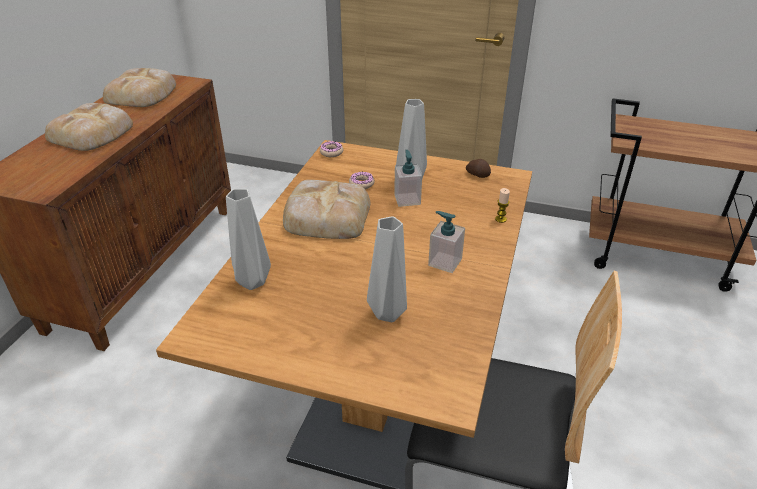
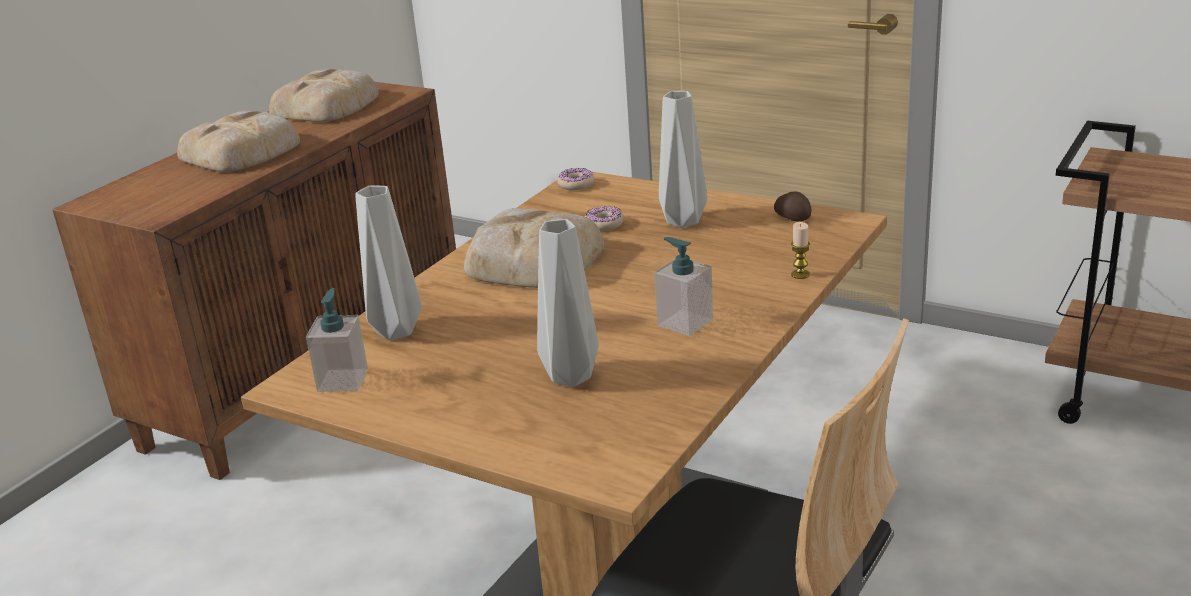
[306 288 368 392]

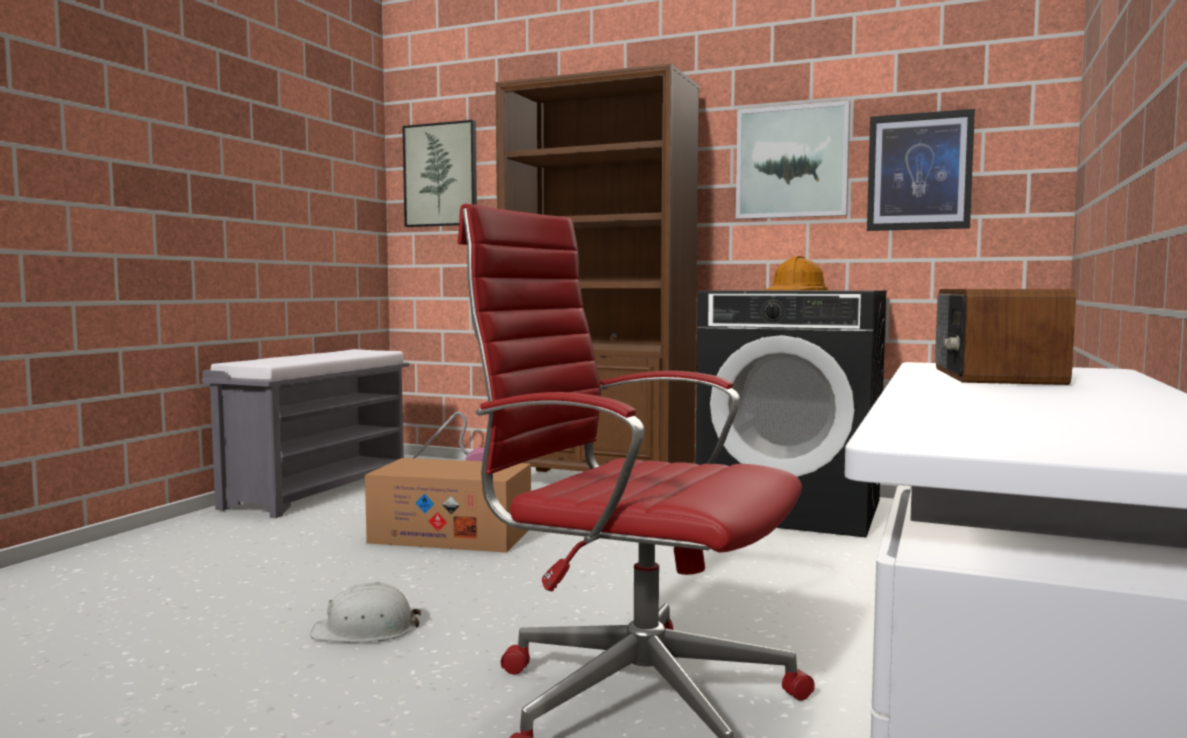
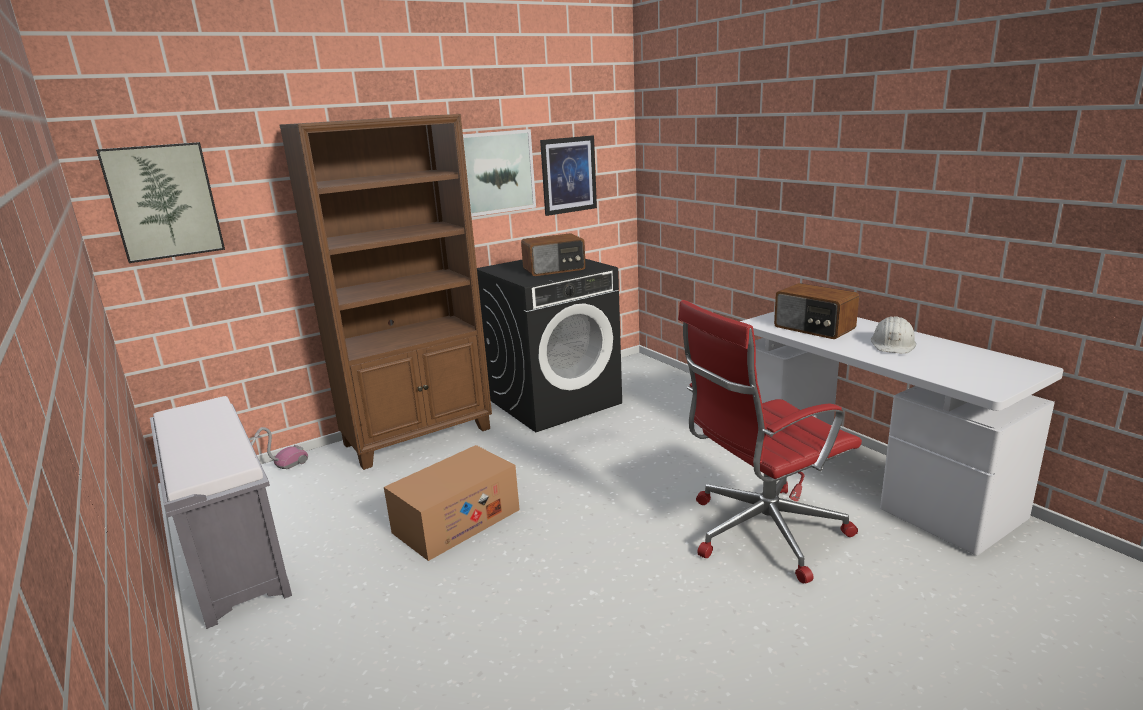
[871 316 916 354]
[521 233 586 276]

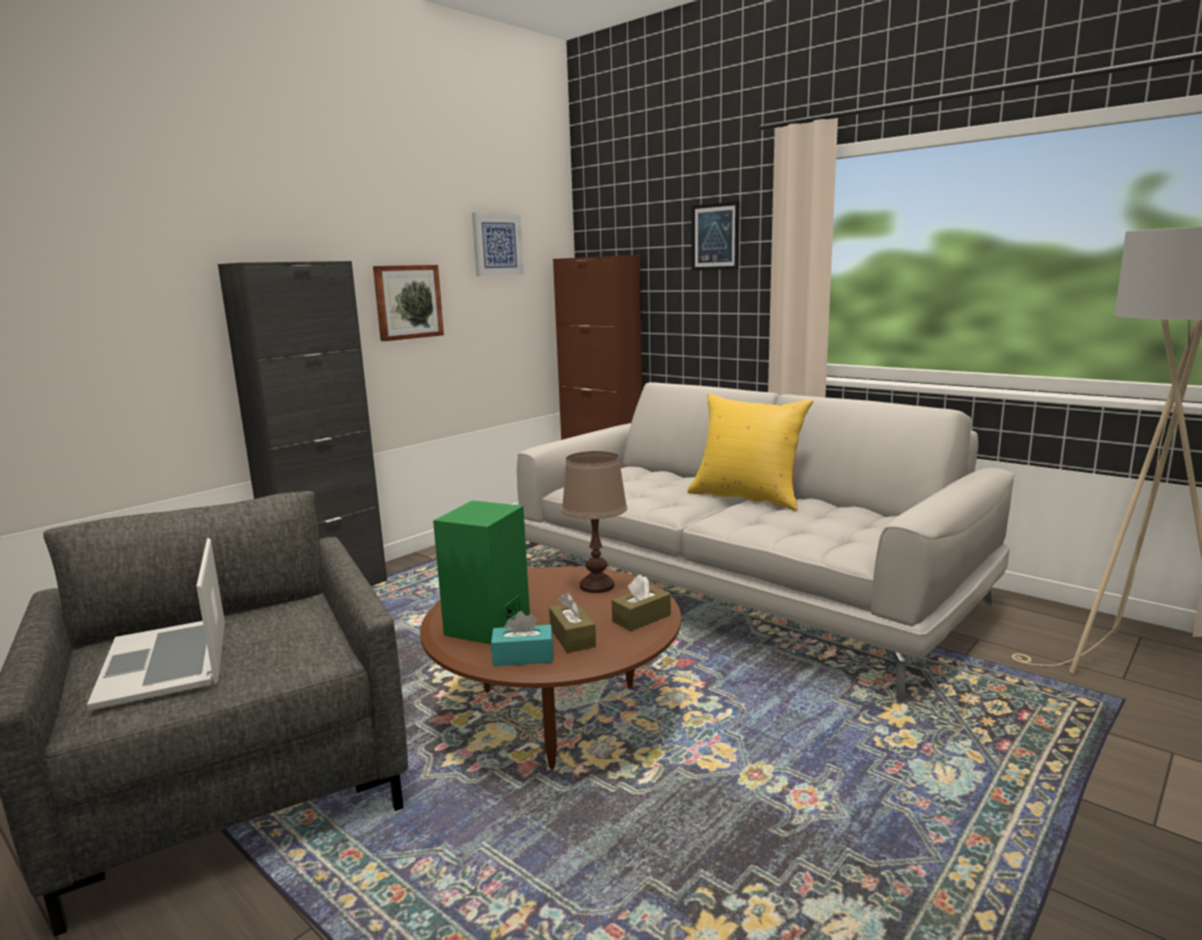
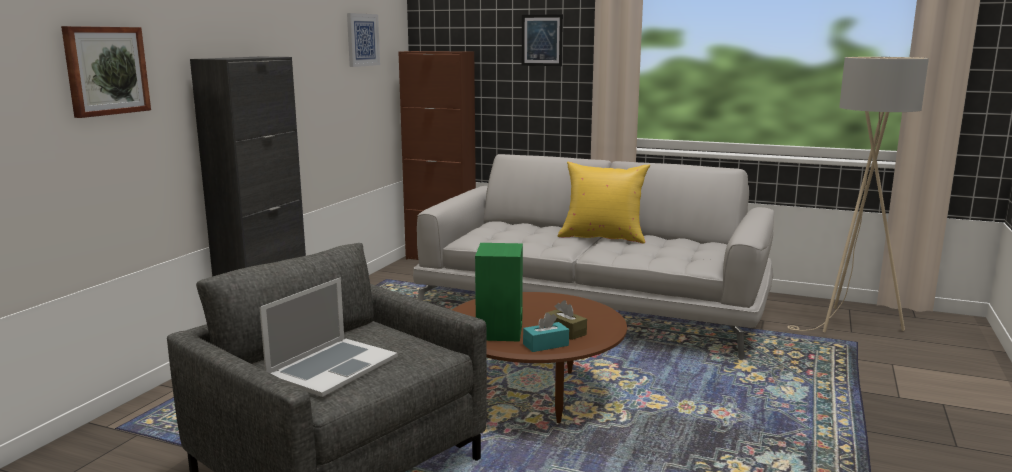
[562 451 627 593] (first image)
[612 574 671 631] (first image)
[61 26 151 118]
[259 277 398 397]

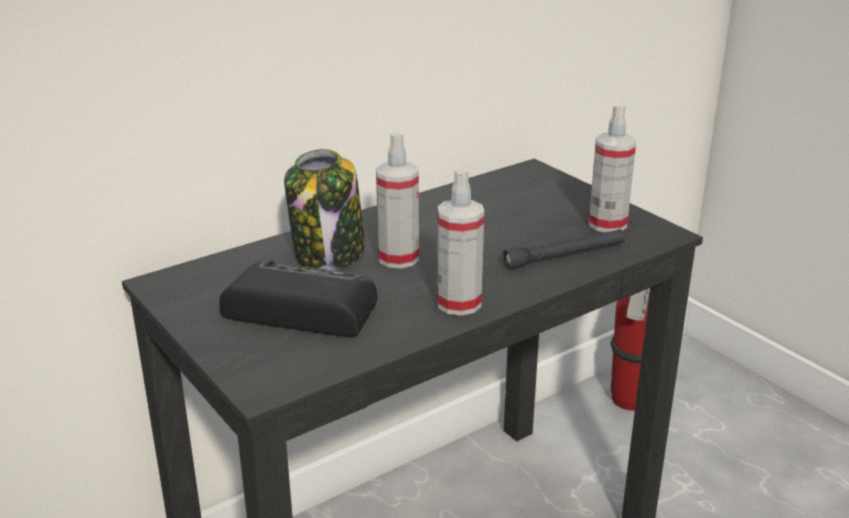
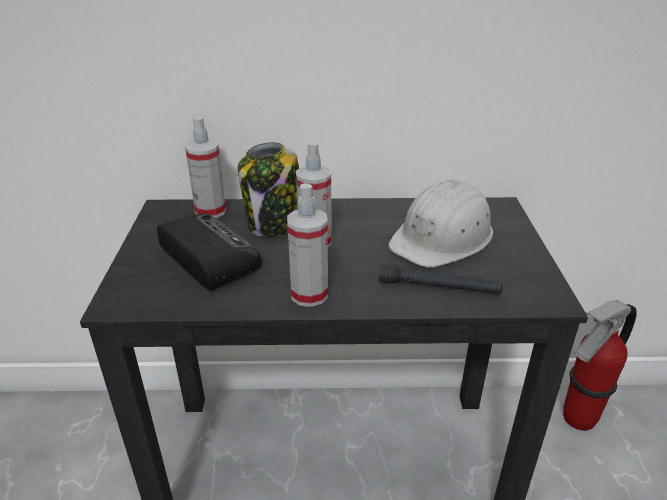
[388 179 493 268]
[185 117 226 218]

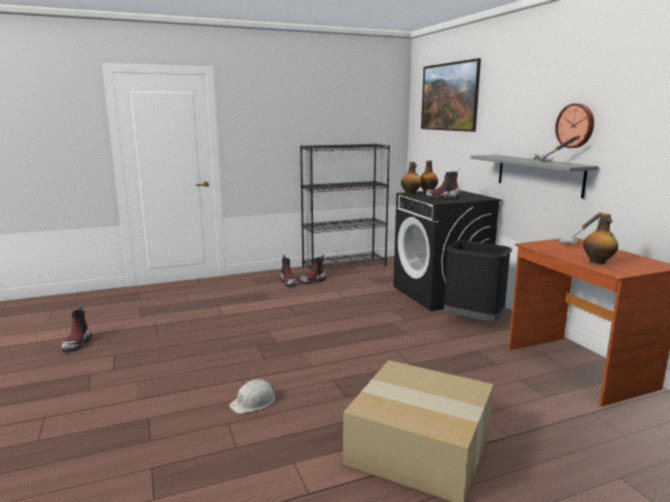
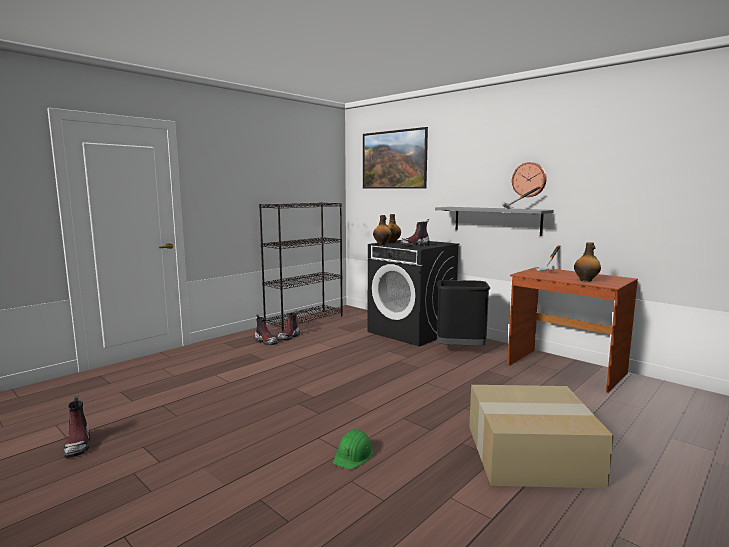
[334 430 373 469]

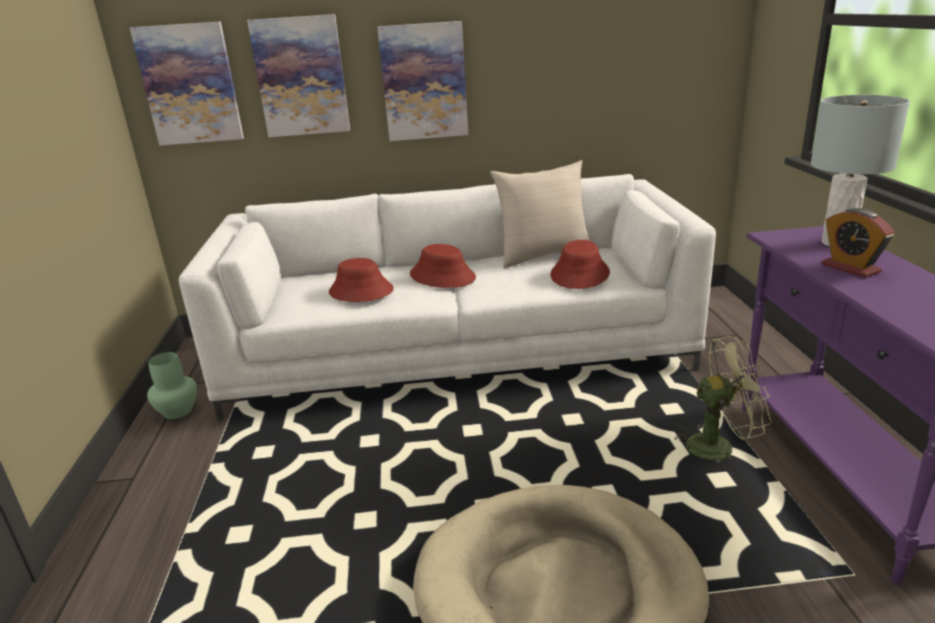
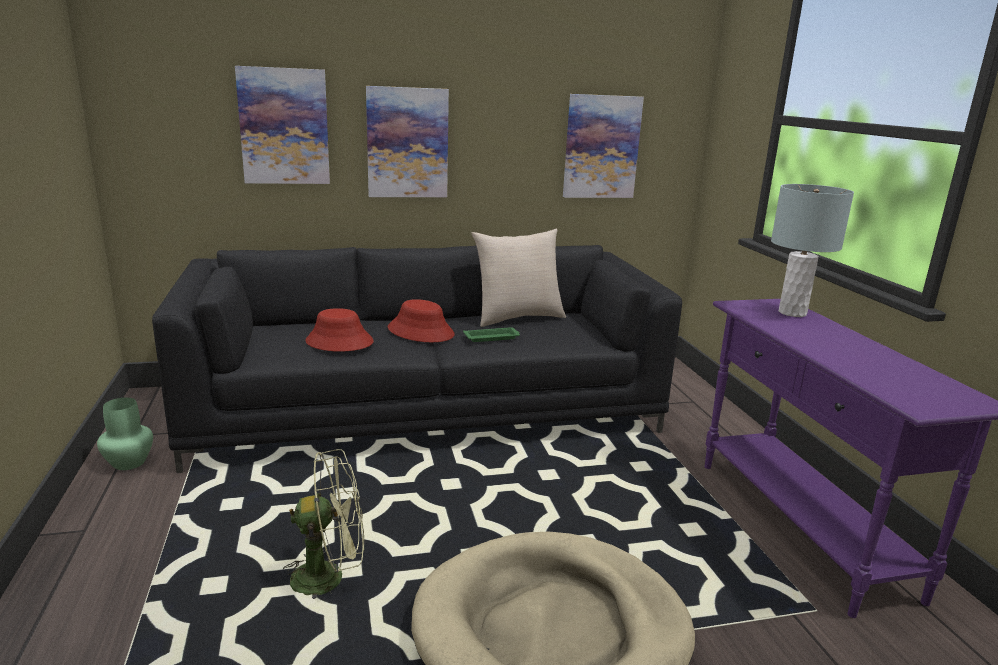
[550 240 610 289] (first image)
[822 208 895 278] (first image)
[463 327 520 342]
[563 94 644 198]
[283 449 364 599]
[152 245 682 473]

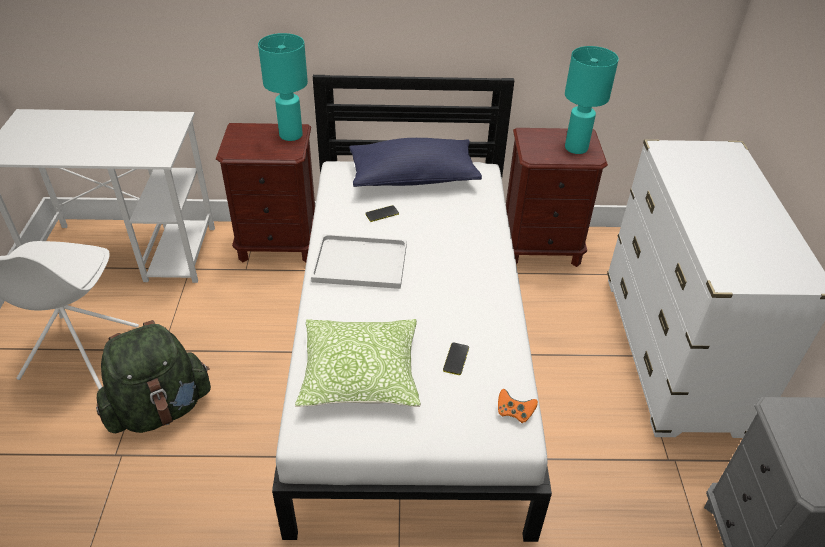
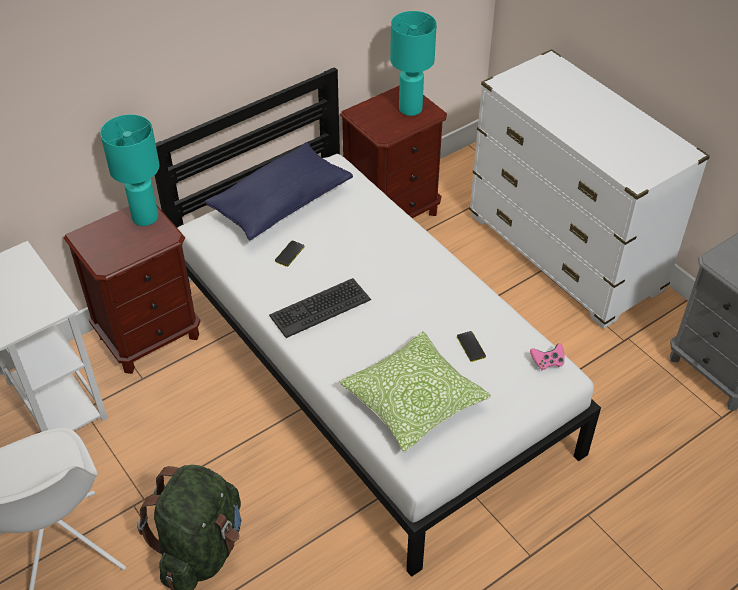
[269 278 371 338]
[530 343 565 370]

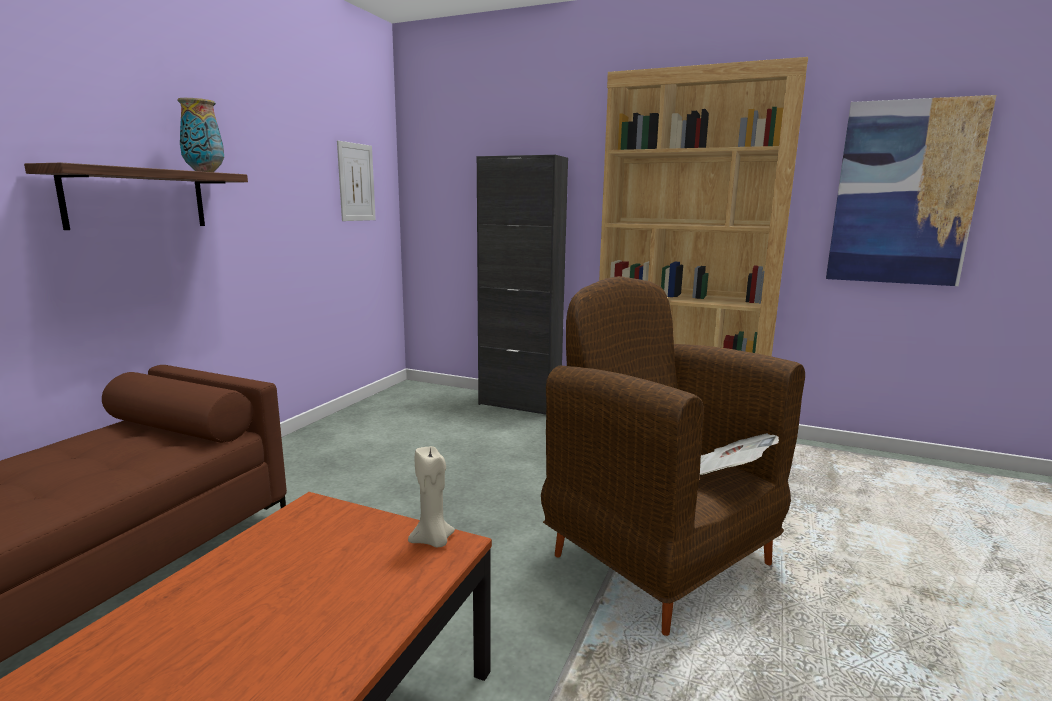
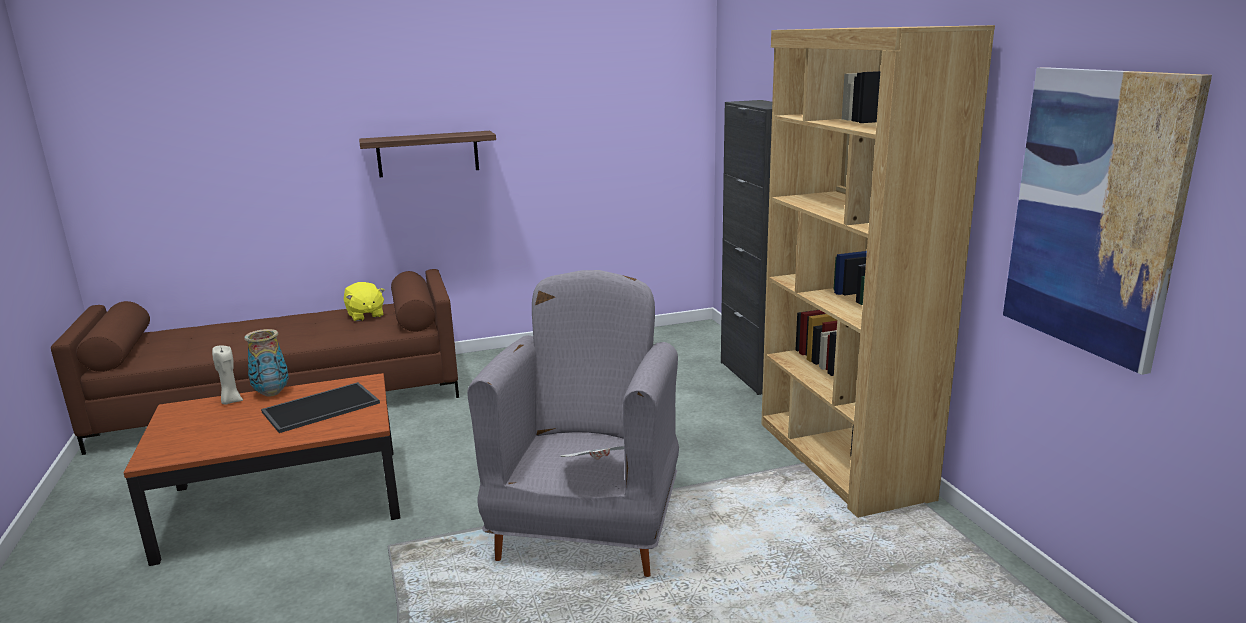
[337 141 376 221] (first image)
[261 382 380 433]
[344 282 384 321]
[244 329 289 397]
[212 345 243 405]
[467 270 679 577]

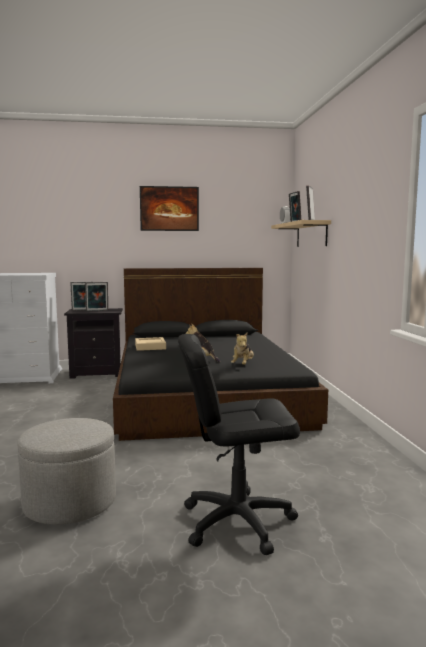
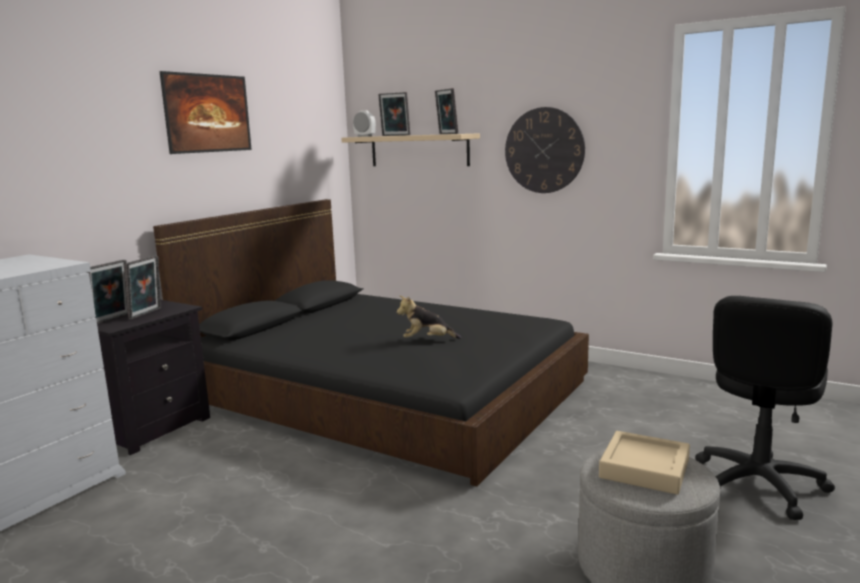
[231 332 254 365] (first image)
[505 107 585 193]
[599 431 690 495]

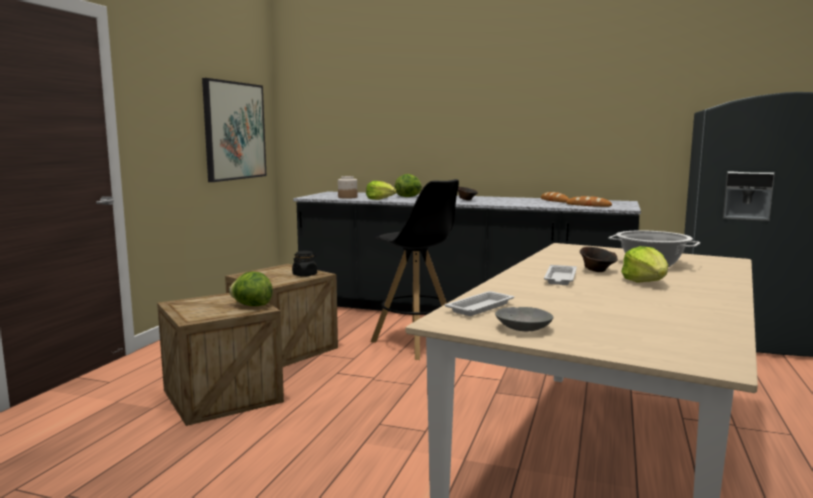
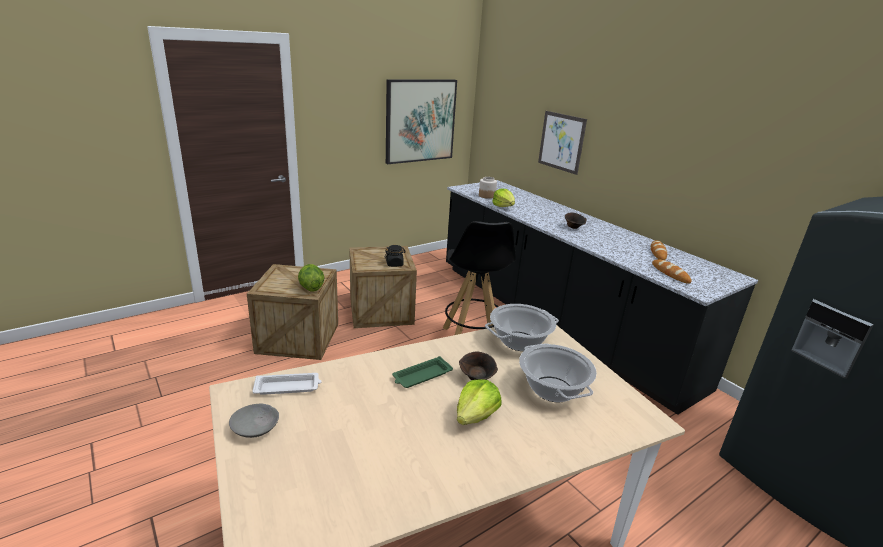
[394 174 422 197] (first image)
[485 304 559 351]
[538 111 587 175]
[392 356 453 388]

